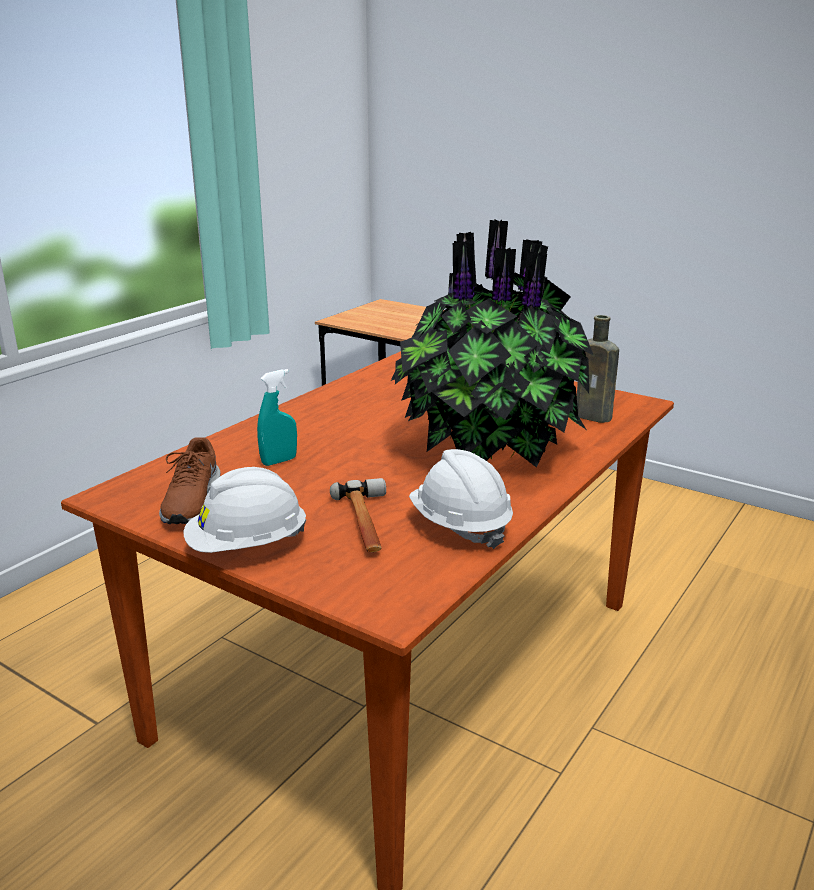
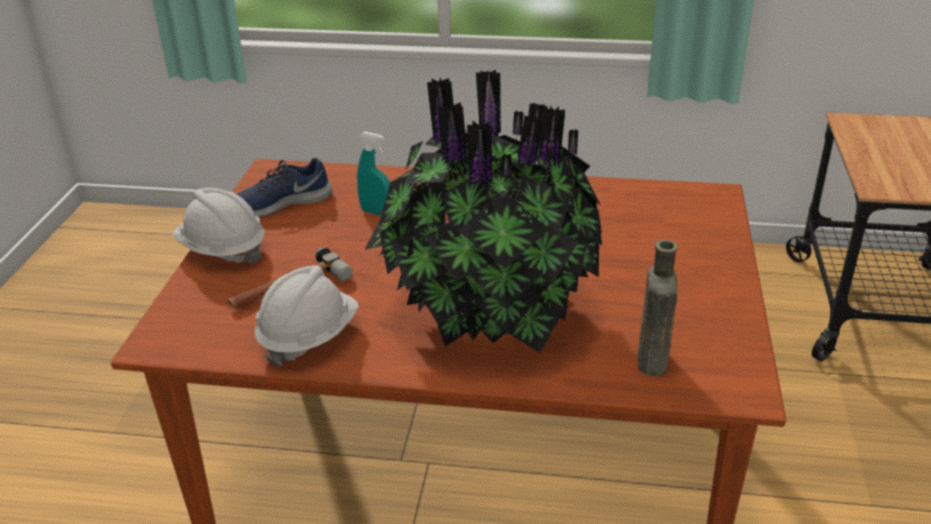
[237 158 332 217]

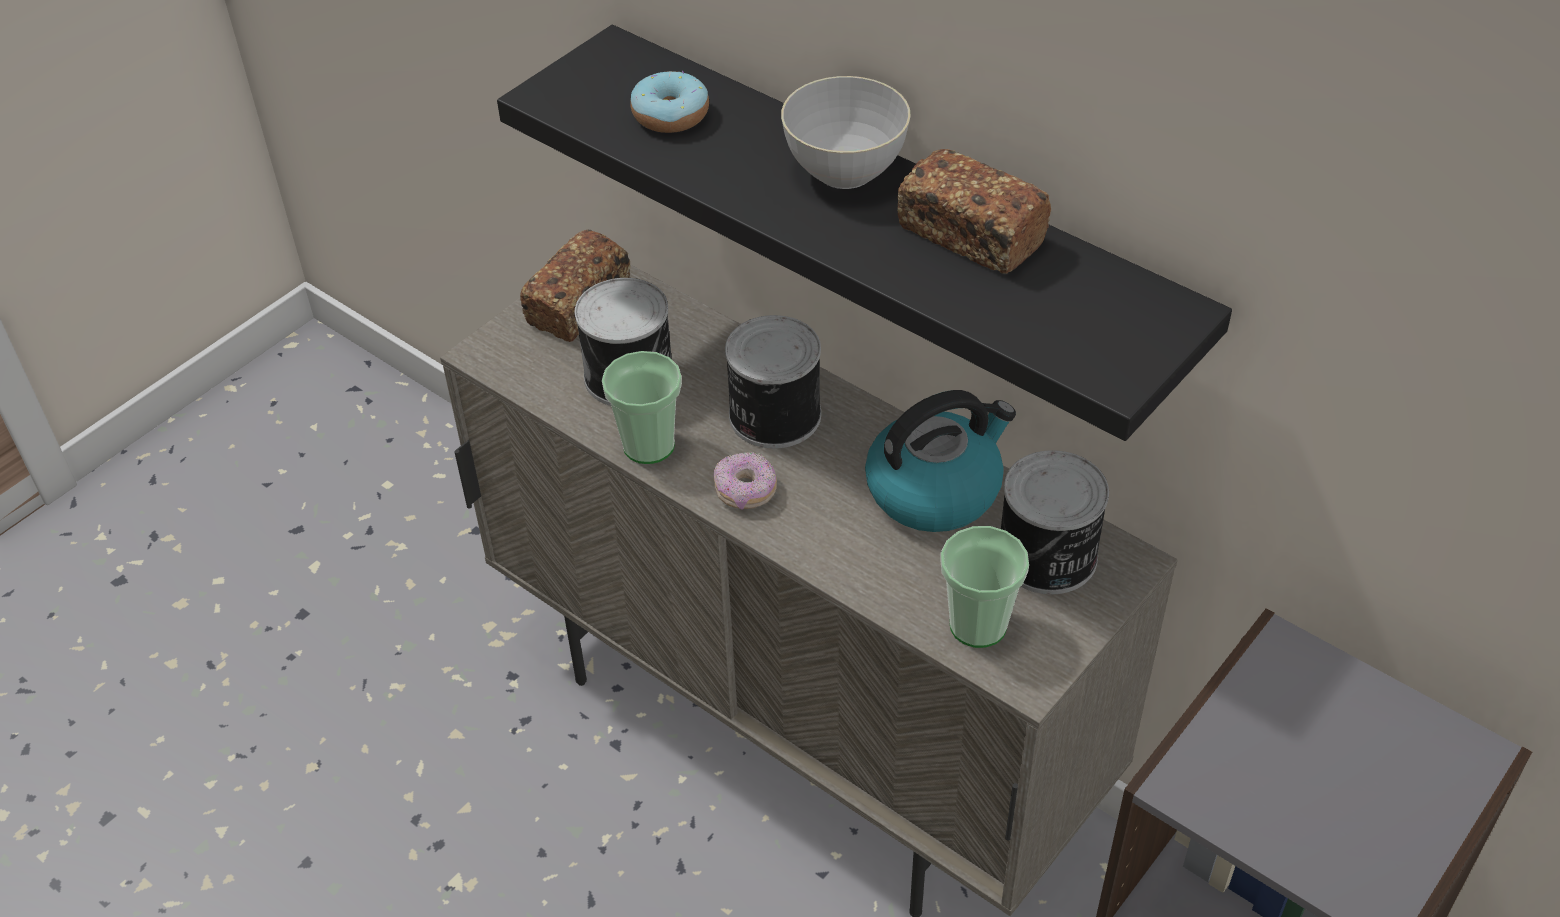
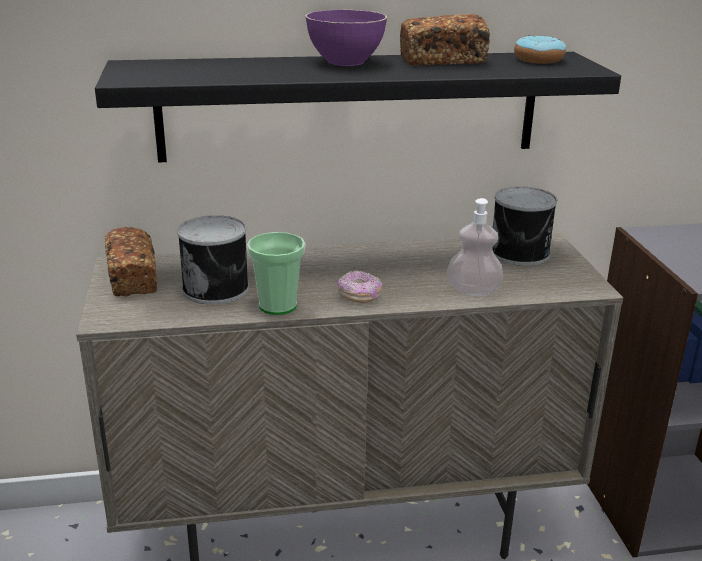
[725 315 821 448] (first image)
[865 390 1016 532] (first image)
[940 526 1029 648] (first image)
[447 198 503 296]
[514 35 566 64]
[305 10 387 66]

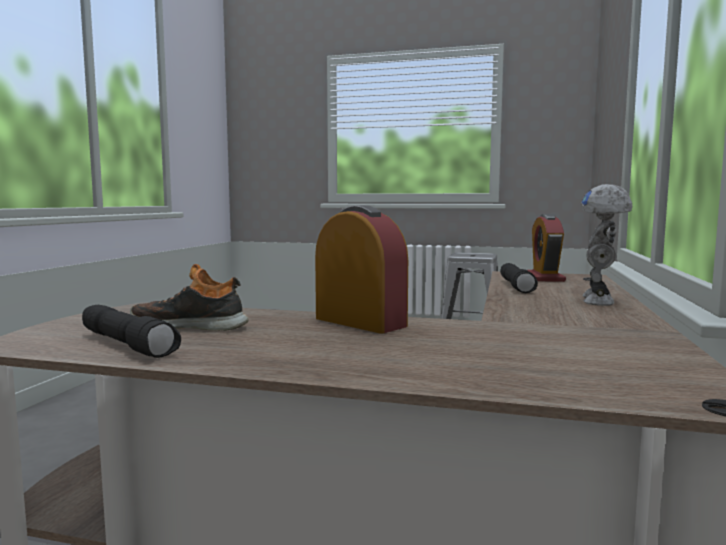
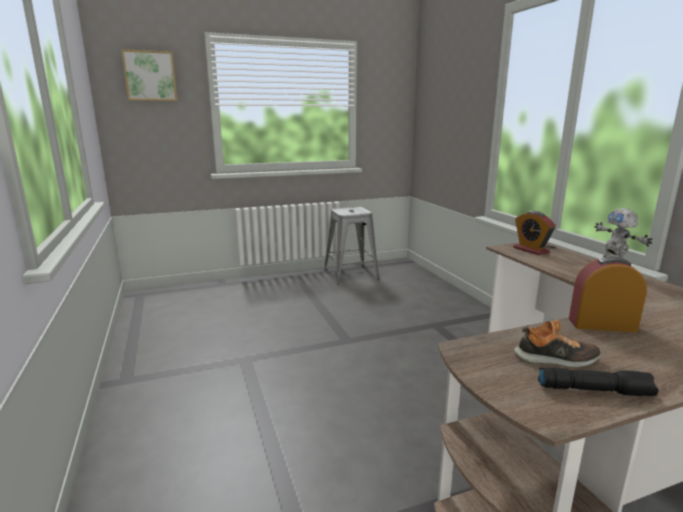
[500 263 538 293] (first image)
[121 49 177 101]
[514 320 601 367]

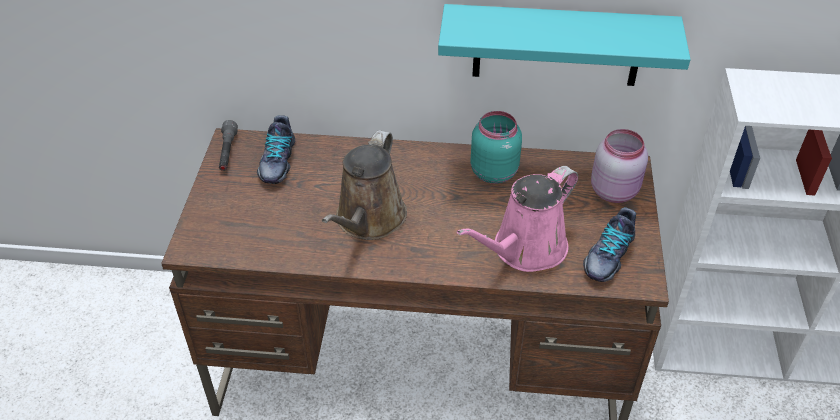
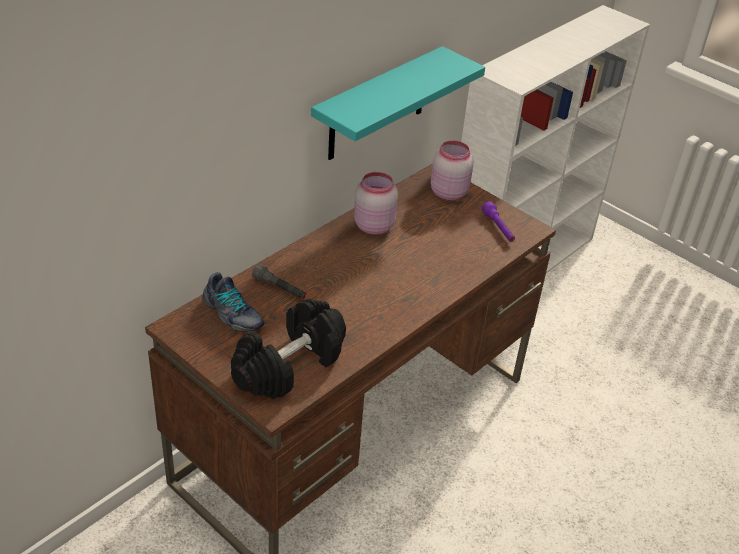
[322 130 407 240] (first image)
[457 166 578 272] (first image)
[231 299 346 399]
[252 264 306 299]
[482 201 515 242]
[354 172 398 235]

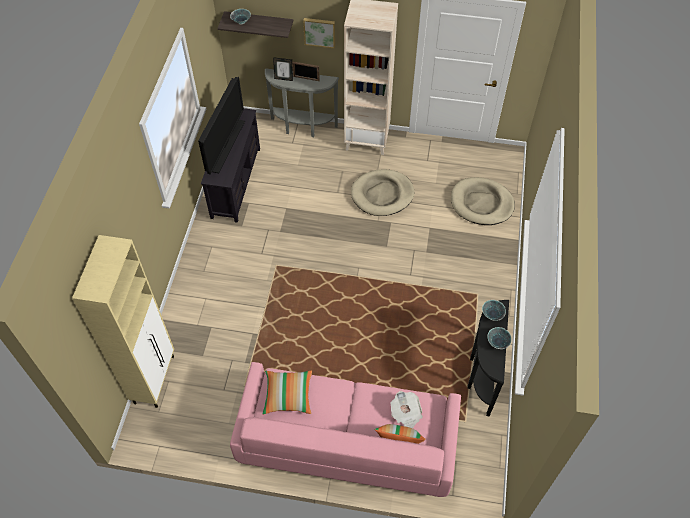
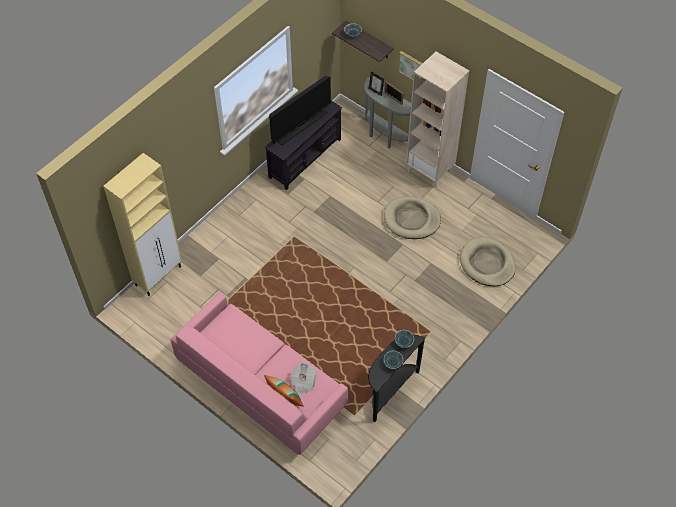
[263 371 312 414] (first image)

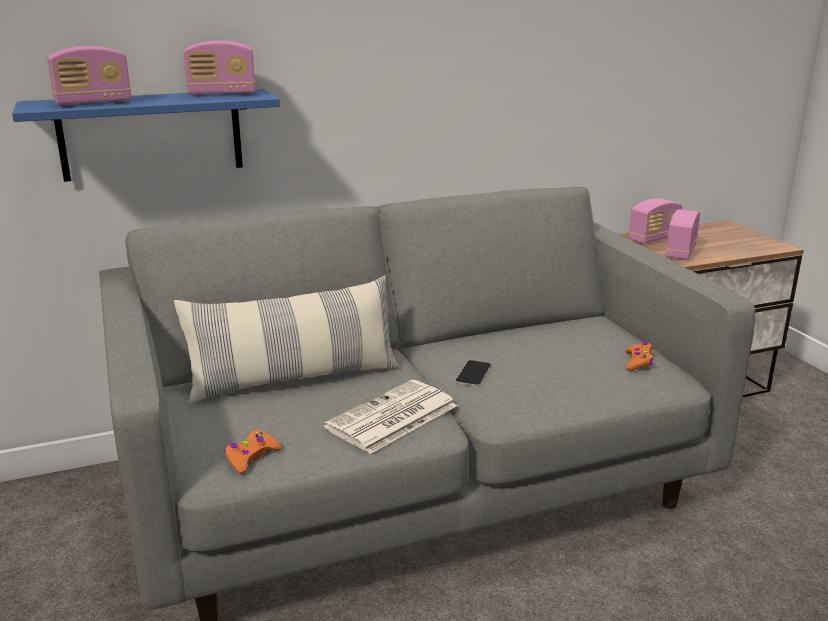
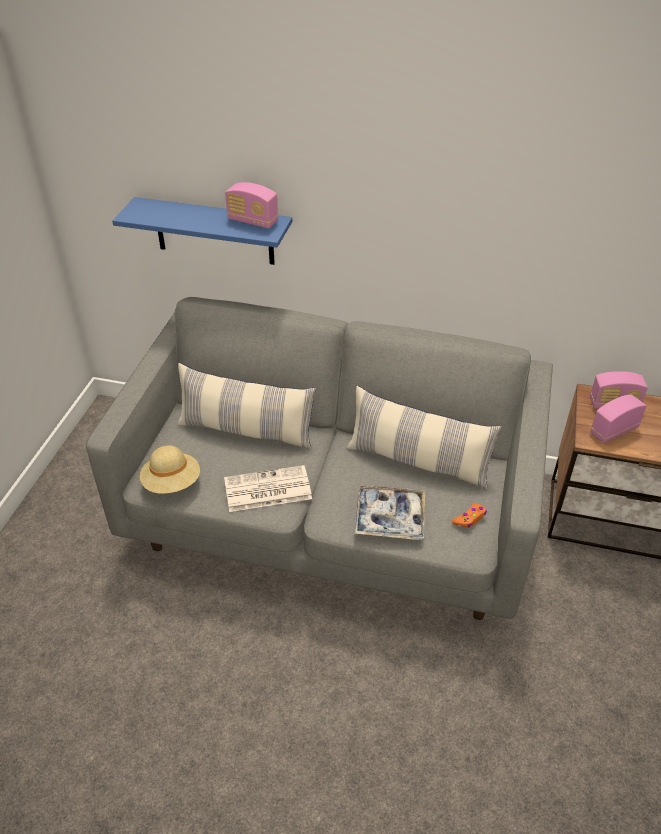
[47 46 131 106] (first image)
[455 360 491 386] (first image)
[347 386 501 490]
[354 485 425 540]
[140 445 200 494]

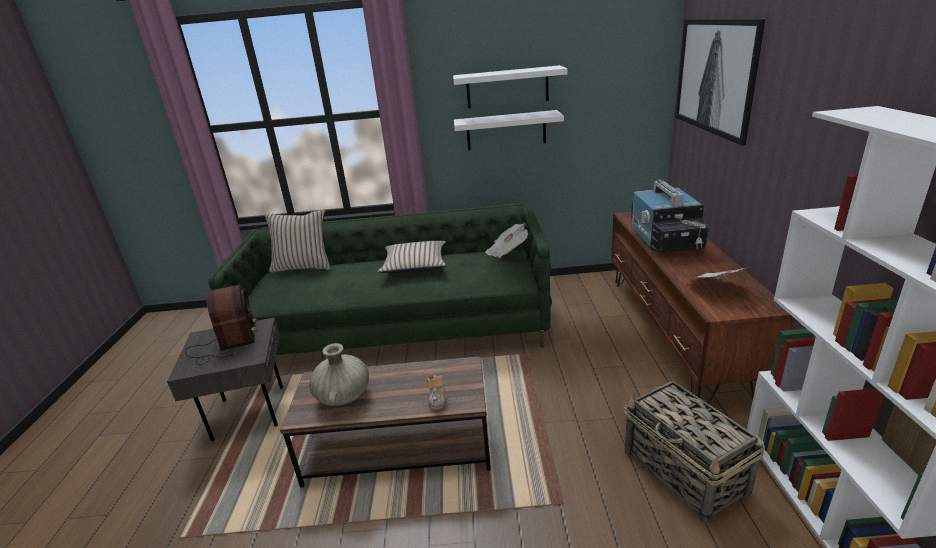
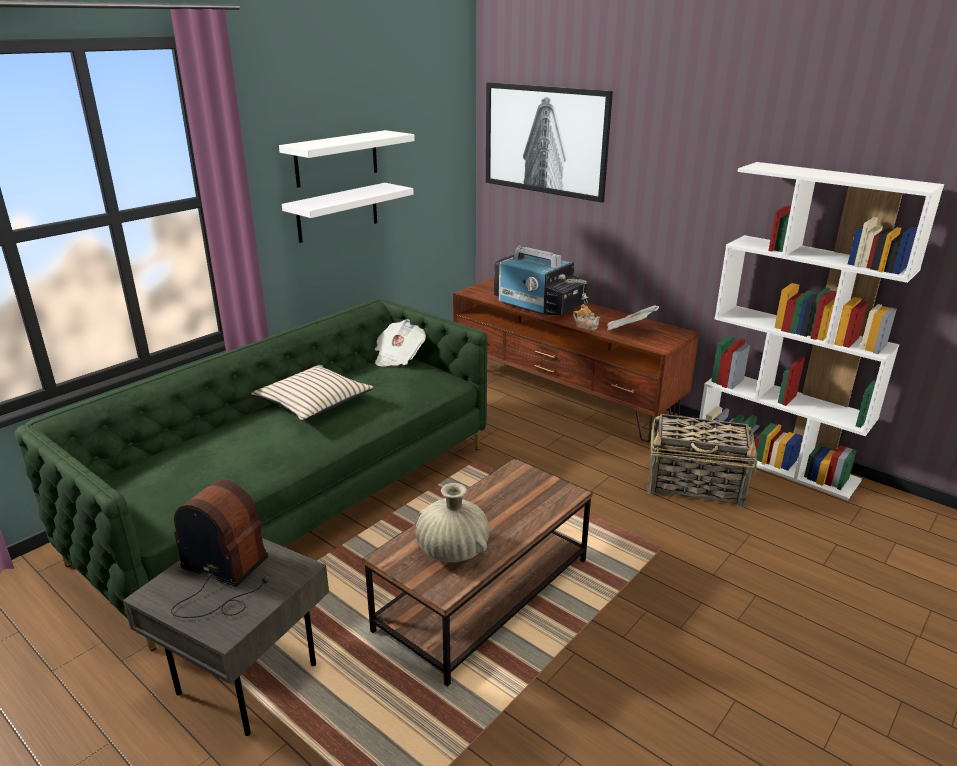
[264 209 331 272] (first image)
[573 304 600 331]

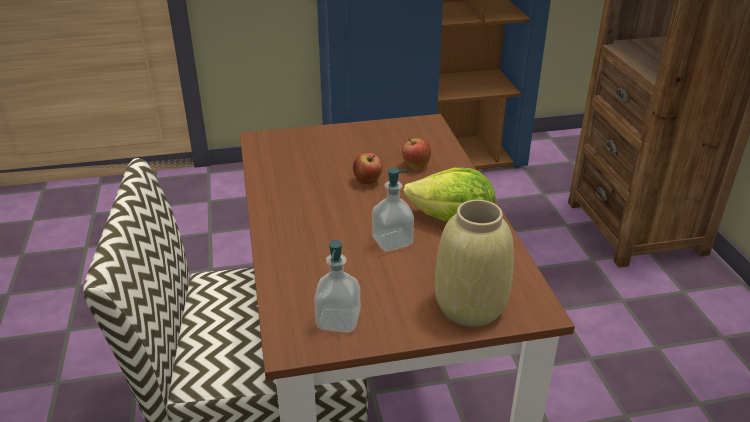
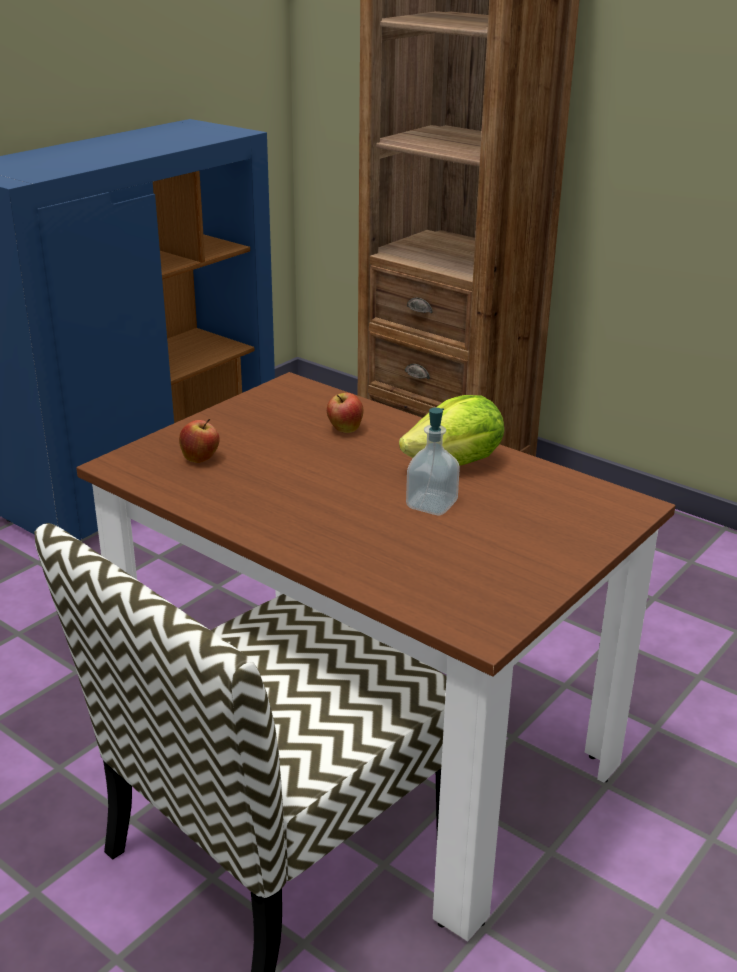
[314 240 361 333] (first image)
[435 200 514 327] (first image)
[179 419 220 463]

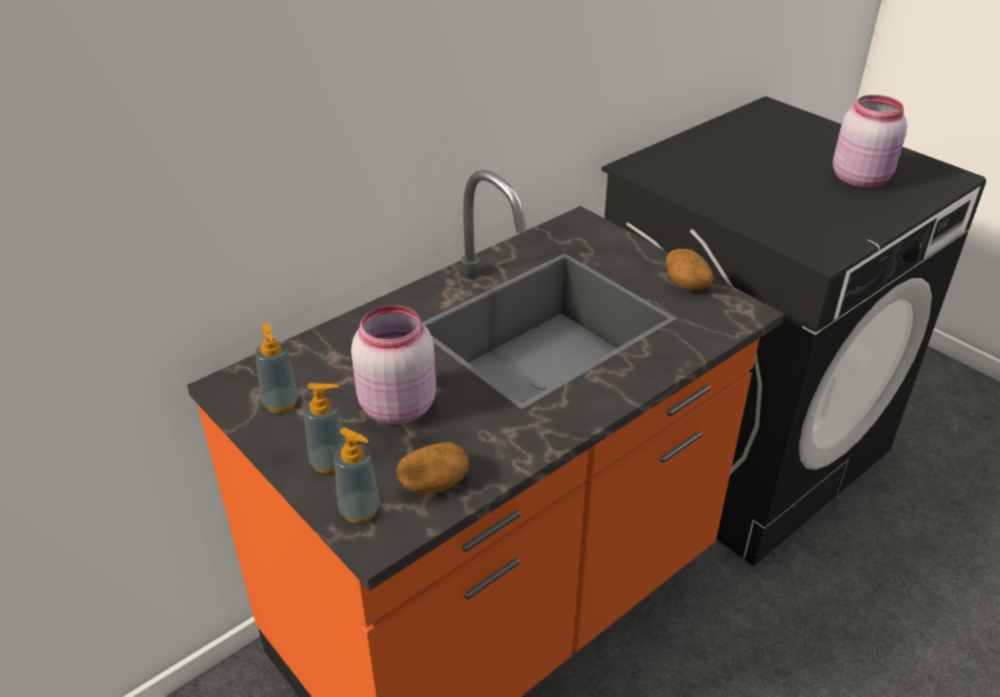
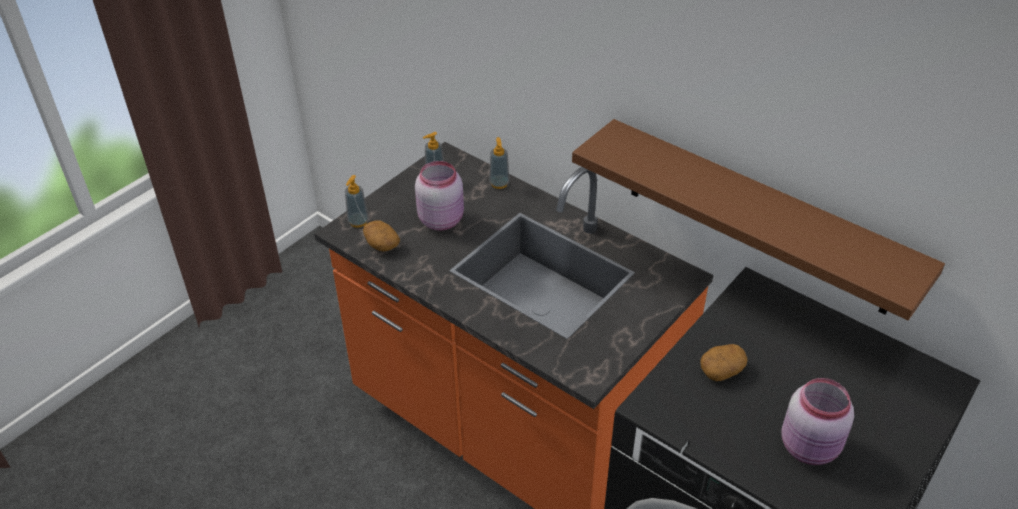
[572 119 945 320]
[489 137 510 189]
[700 344 747 381]

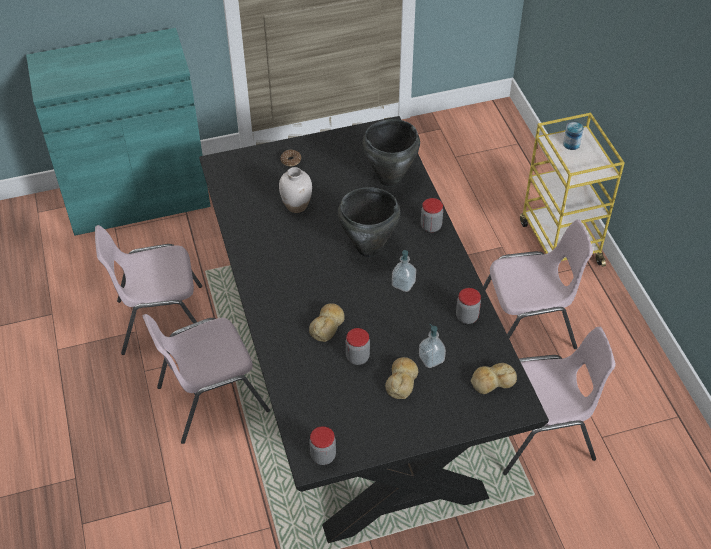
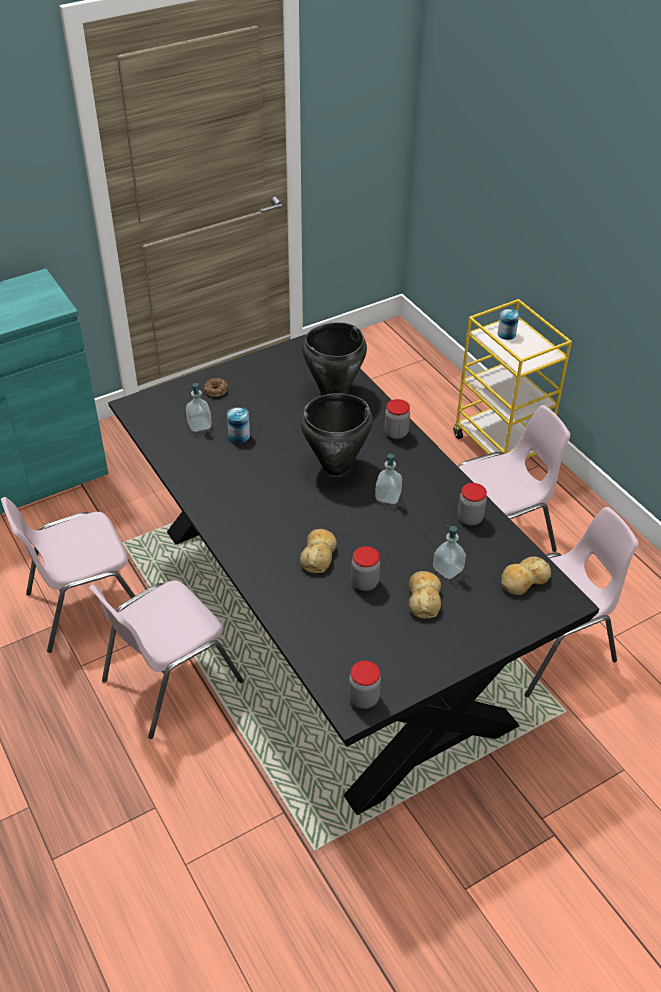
[186 383 212 432]
[227 407 250 443]

